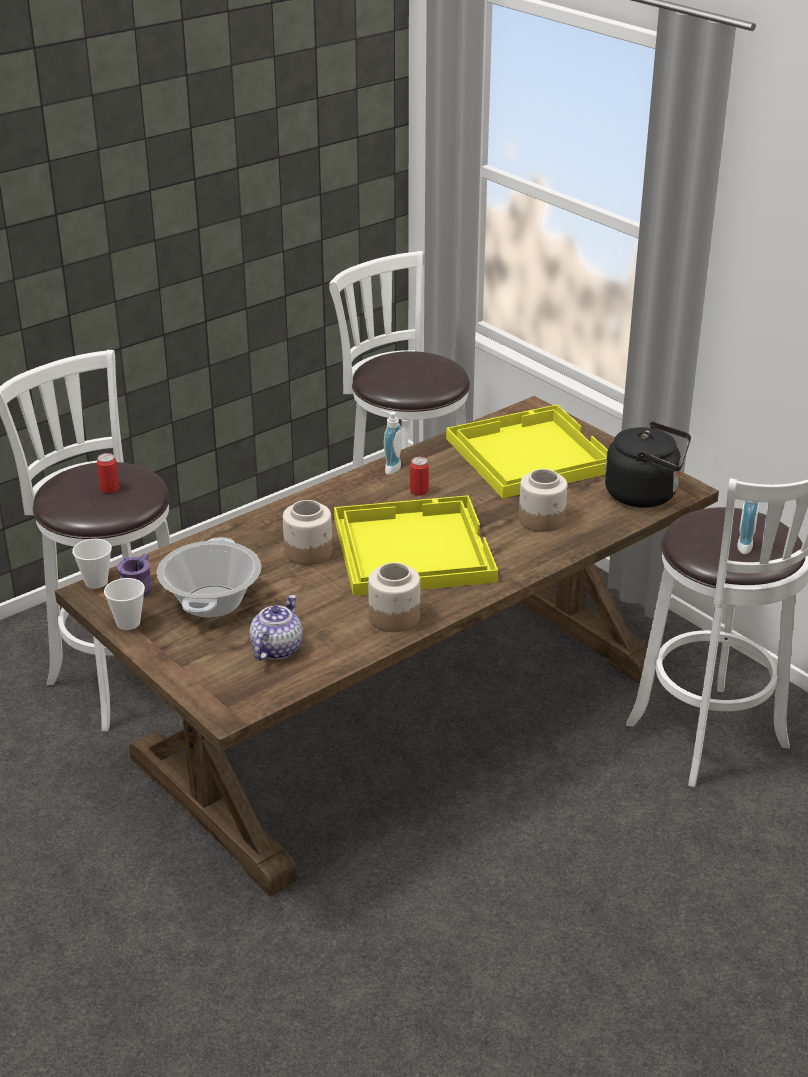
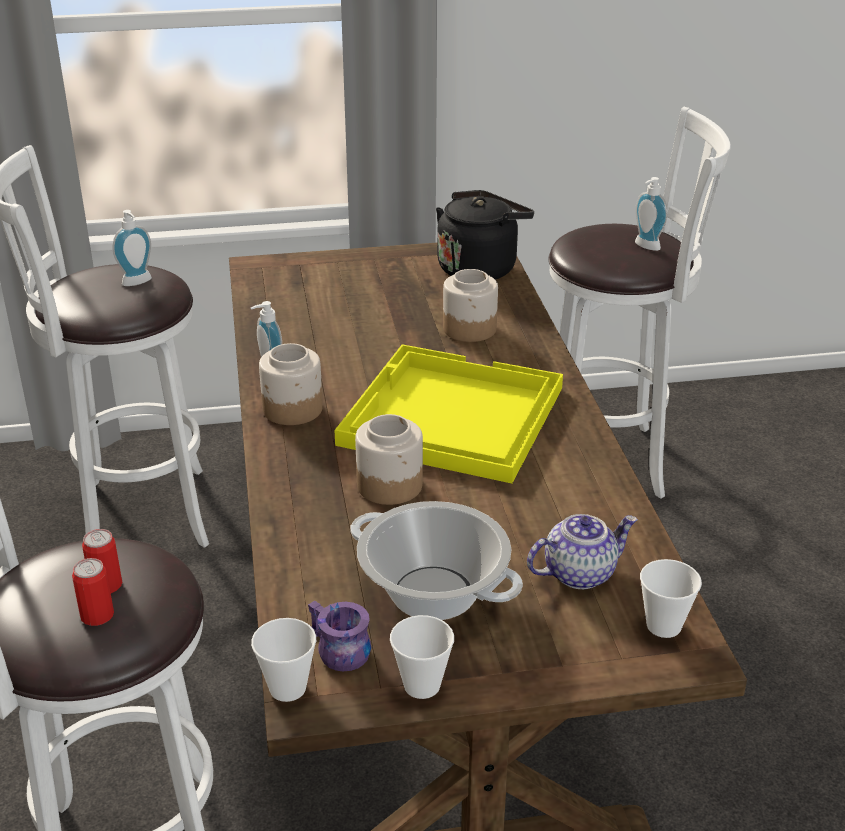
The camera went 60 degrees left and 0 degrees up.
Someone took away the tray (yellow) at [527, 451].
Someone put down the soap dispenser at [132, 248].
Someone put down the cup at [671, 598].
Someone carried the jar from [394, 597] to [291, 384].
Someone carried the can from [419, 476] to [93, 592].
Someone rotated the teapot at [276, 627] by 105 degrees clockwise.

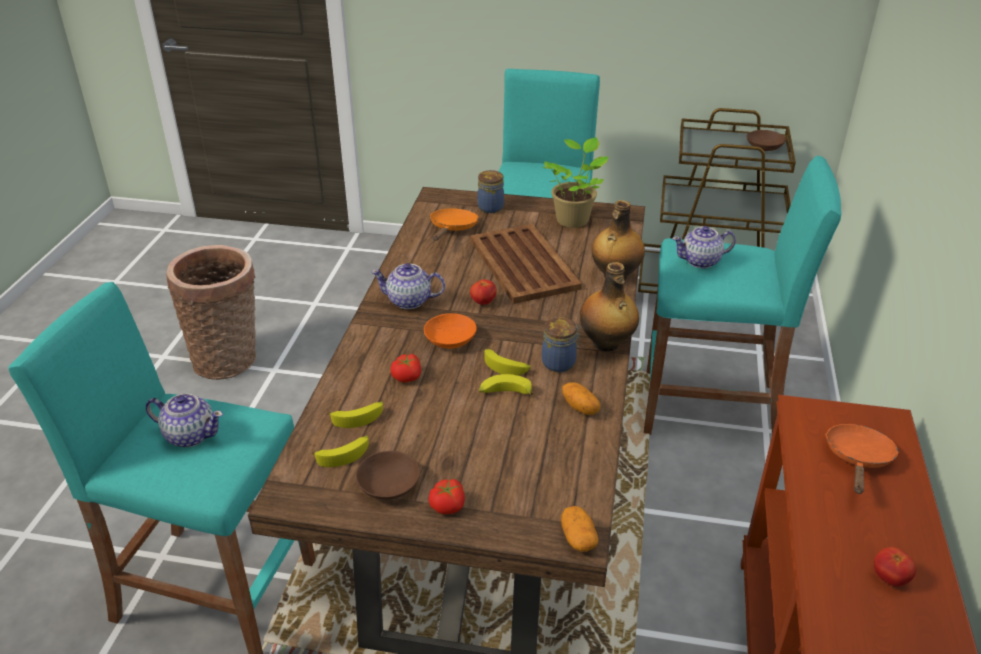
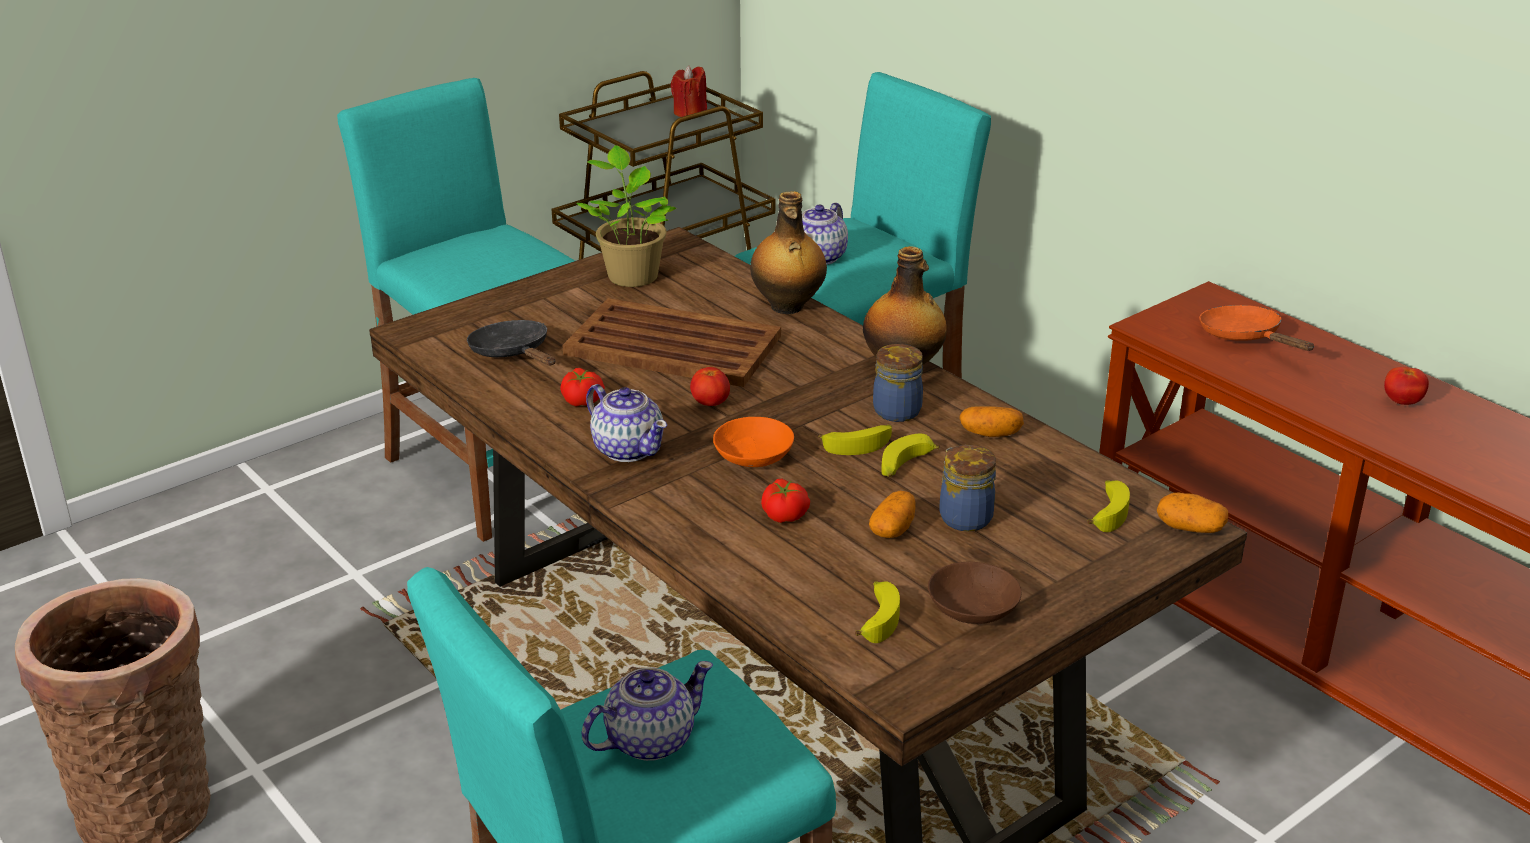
The camera went 50 degrees left and 5 degrees down.
Someone put down the potato at [892, 514].
Someone carried the banana from [355, 414] to [1109, 506].
Someone carried the tomato from [447, 496] to [582, 387].
Someone carried the jar from [490, 191] to [967, 488].
Someone swapped the bowl (brown) at [766, 140] for the candle (red) at [689, 91].
Someone repainted the frying pan (orange) at [454, 224], which became the frying pan (black) at [511, 342].
Someone rotated the teapot at [408, 286] by 90 degrees counterclockwise.

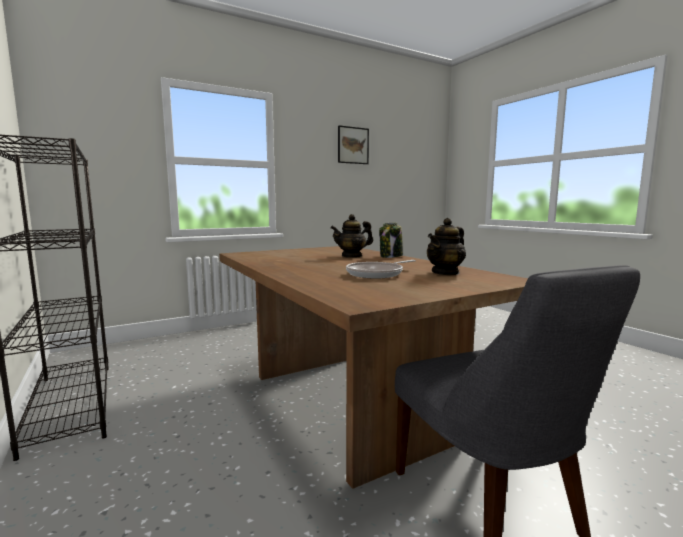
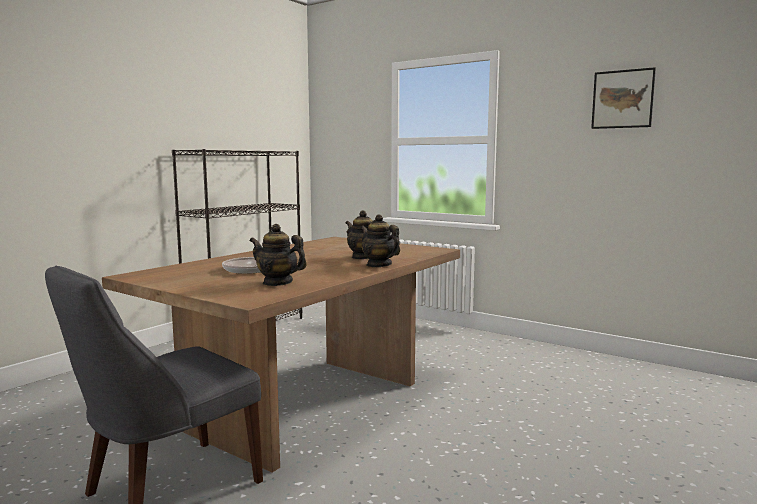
The camera went 65 degrees right and 0 degrees up.
Someone swapped the jar at [391, 240] for the teapot at [380, 240].

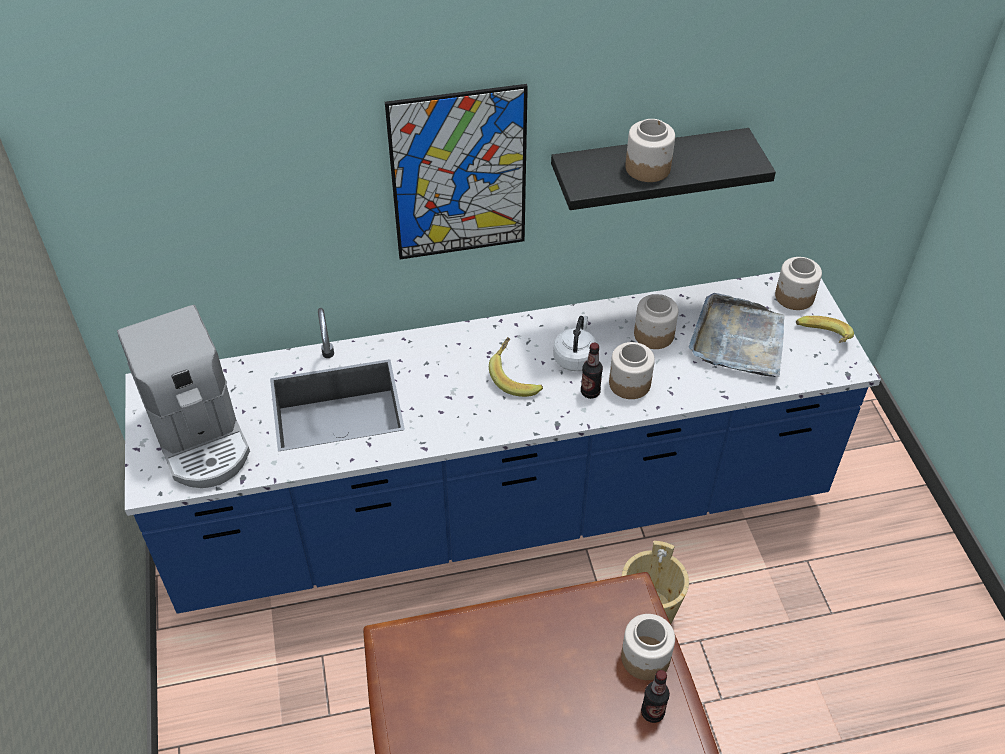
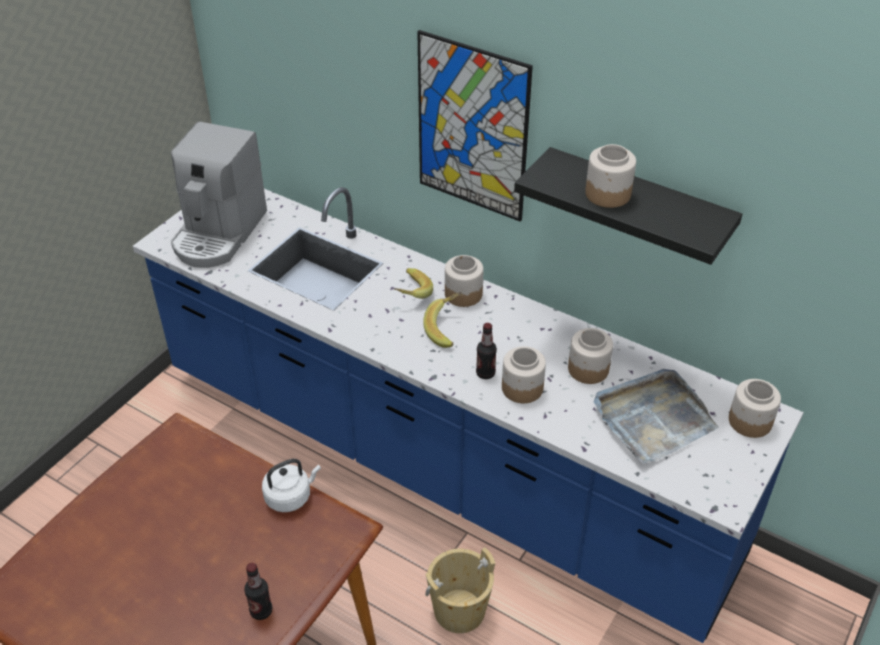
The camera went 45 degrees right and 5 degrees down.
Someone carried the kettle (white) from [575, 343] to [291, 485].
Someone carried the jar from [648, 647] to [464, 281].
Someone carried the banana from [825, 329] to [413, 283].

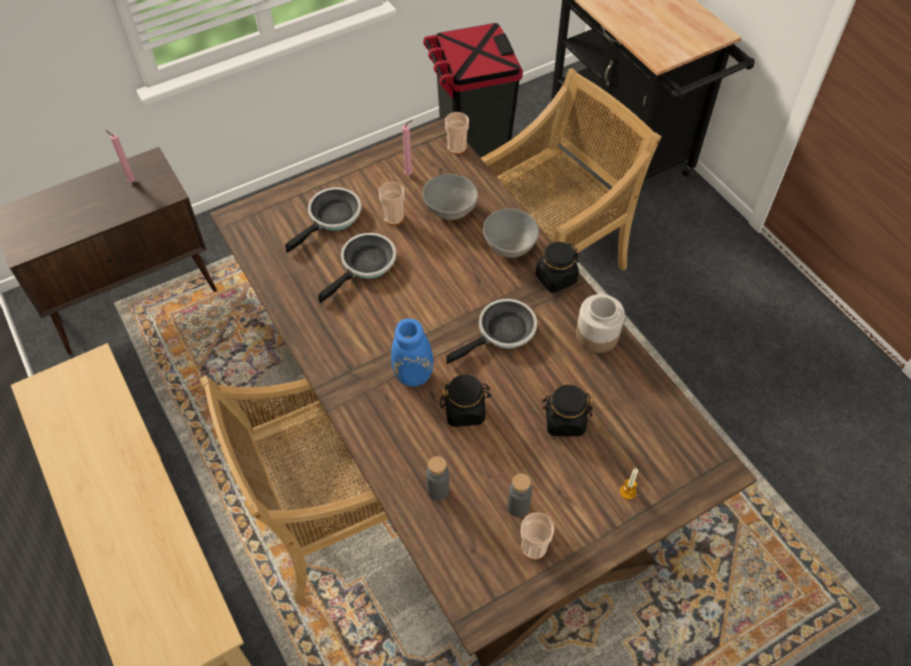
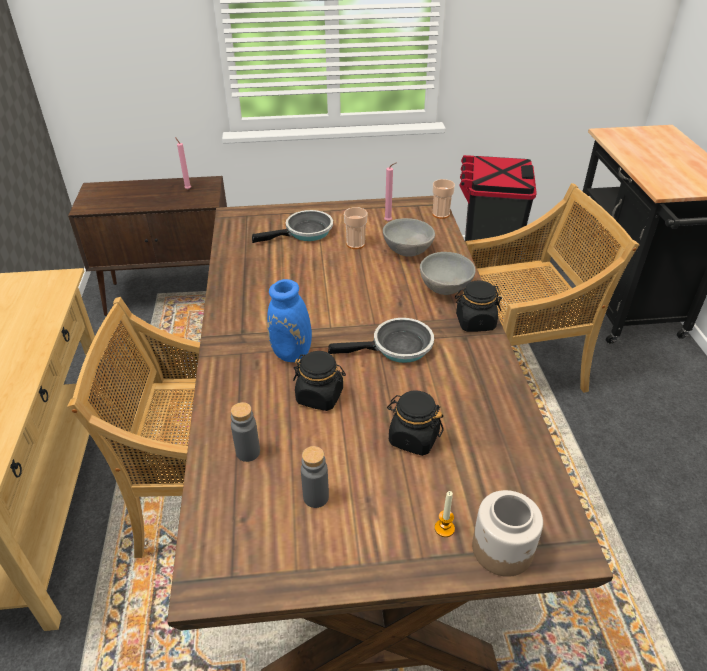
The camera went 25 degrees right and 15 degrees down.
Someone took away the frying pan at [357, 268].
Someone took away the cup at [537, 536].
Someone carried the jar from [600, 323] to [507, 533].

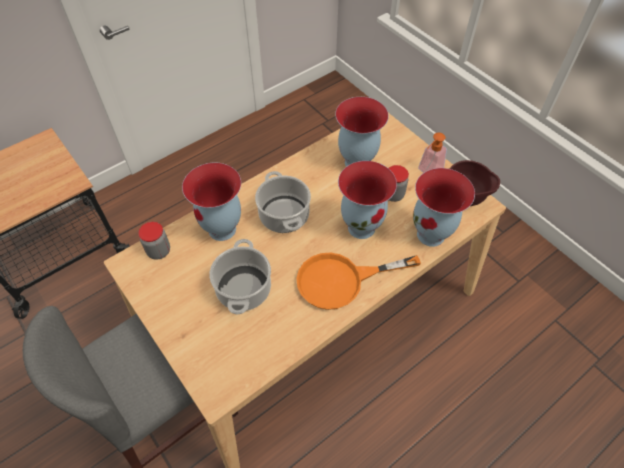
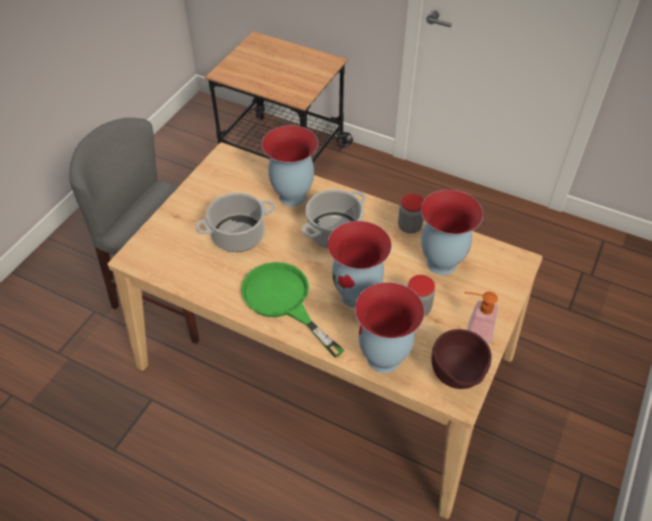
The camera went 65 degrees right and 5 degrees down.
Someone carried the jar from [154, 241] to [411, 214].
Someone repainted the frying pan (orange) at [358, 281], which became the frying pan (green) at [293, 310].

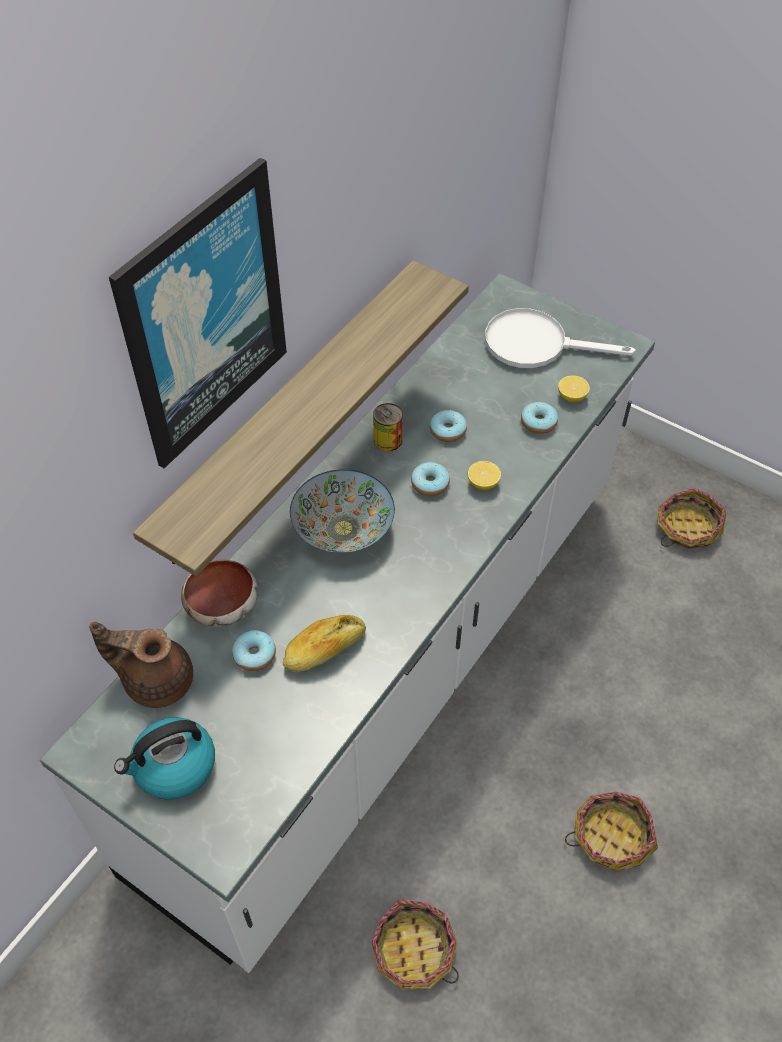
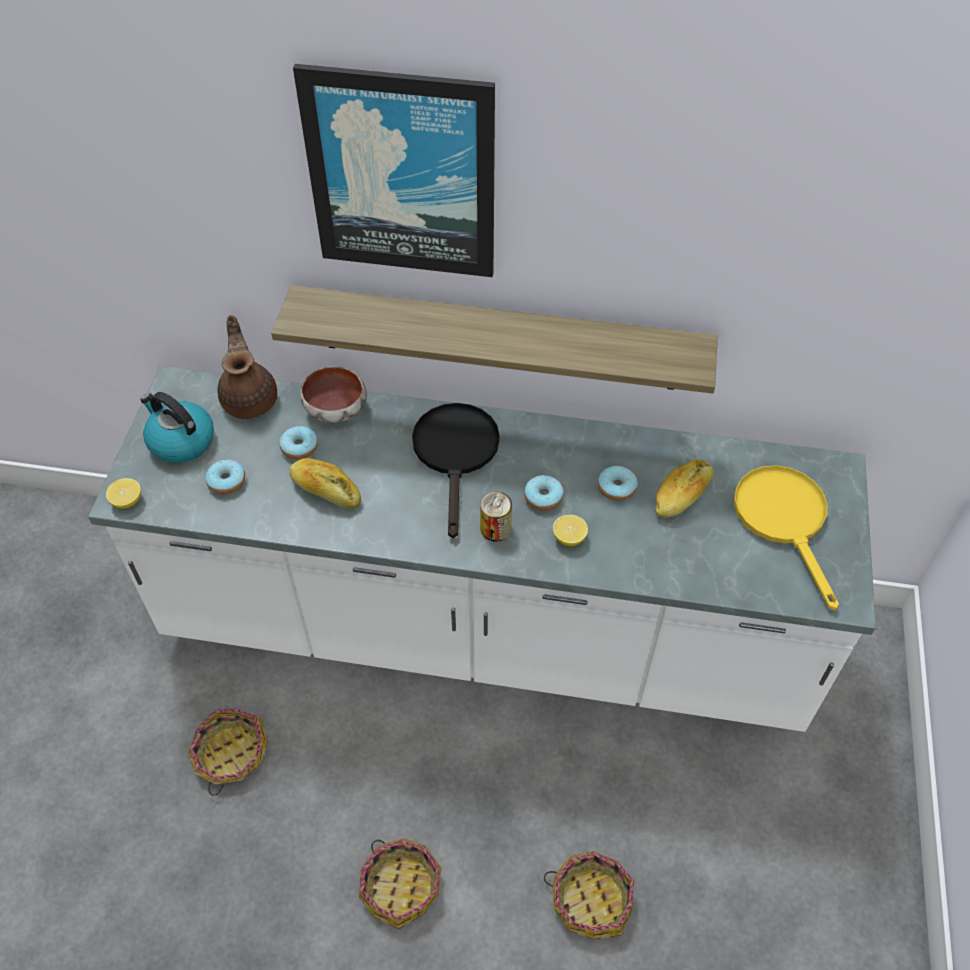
The camera went 65 degrees right and 0 degrees up.
Someone put down the bread at [684, 488].
Someone carried the can from [388, 427] to [496, 517].
Someone carried the donut from [539, 418] to [225, 477].
Someone carried the lemon from [574, 388] to [123, 493].
Someone carried the basket from [691, 518] to [589, 895].
Someone swapped the bowl at [342, 511] for the frying pan (black) at [456, 470].
Someone repainted the frying pan (white) at [560, 338], which became the frying pan (yellow) at [786, 537].

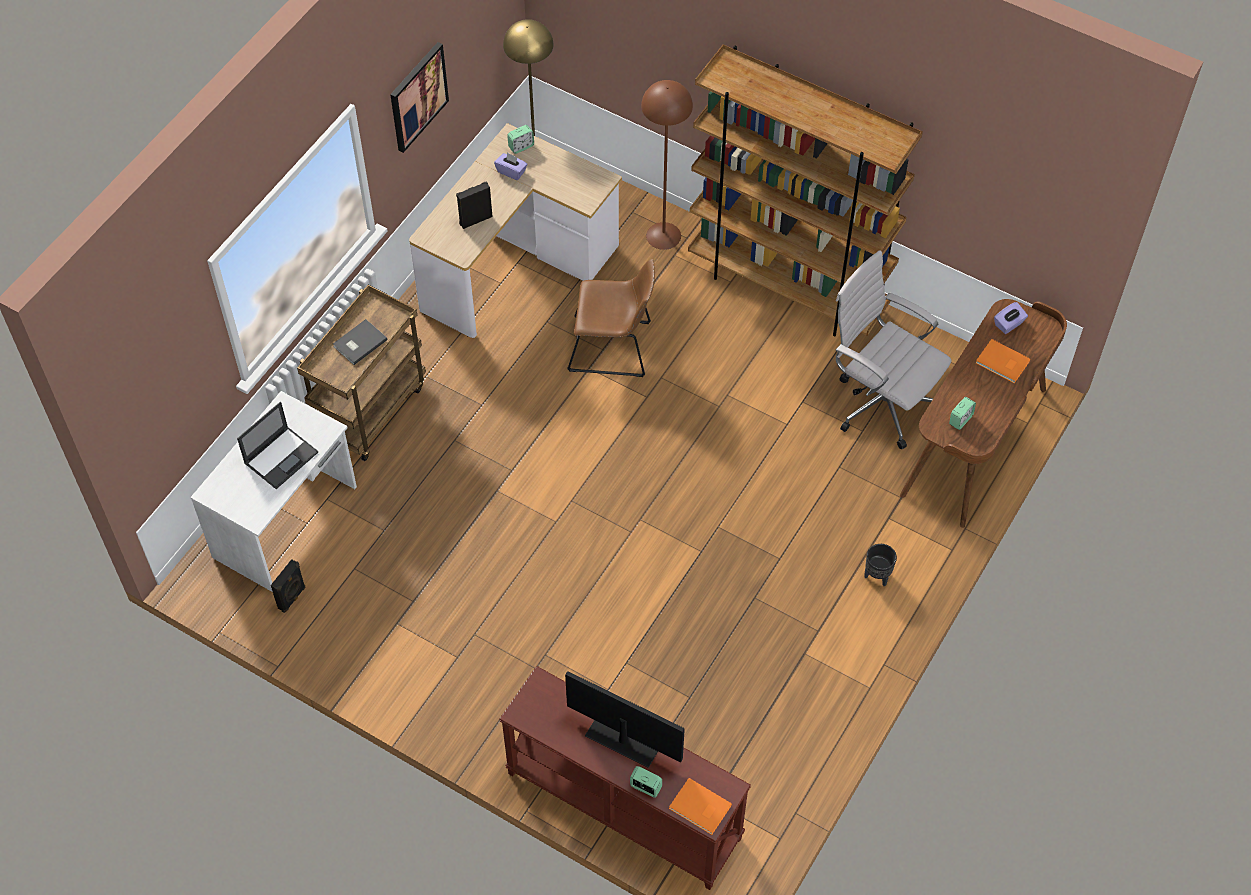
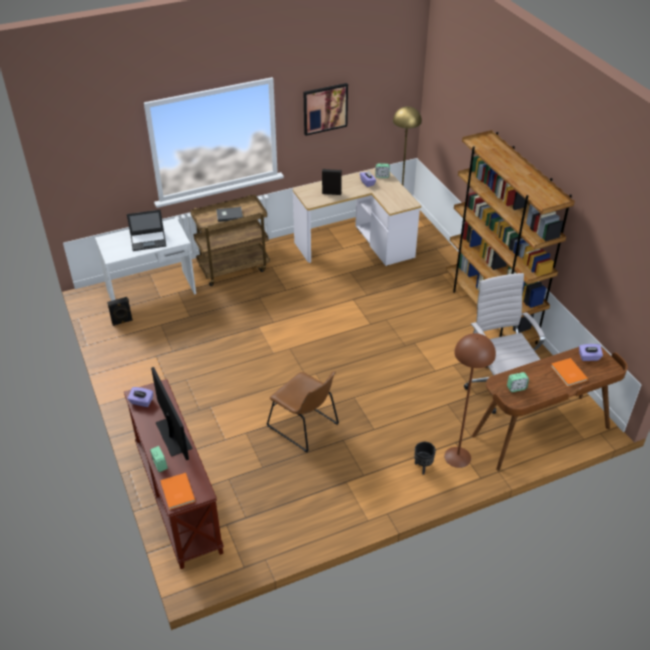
The camera went 35 degrees right and 15 degrees down.
Someone put down the tissue box (purple) at [140, 397].
Someone carried the chair (brown) from [611, 318] to [303, 412].
Someone carried the floor lamp (brown) from [667, 165] to [470, 400].

